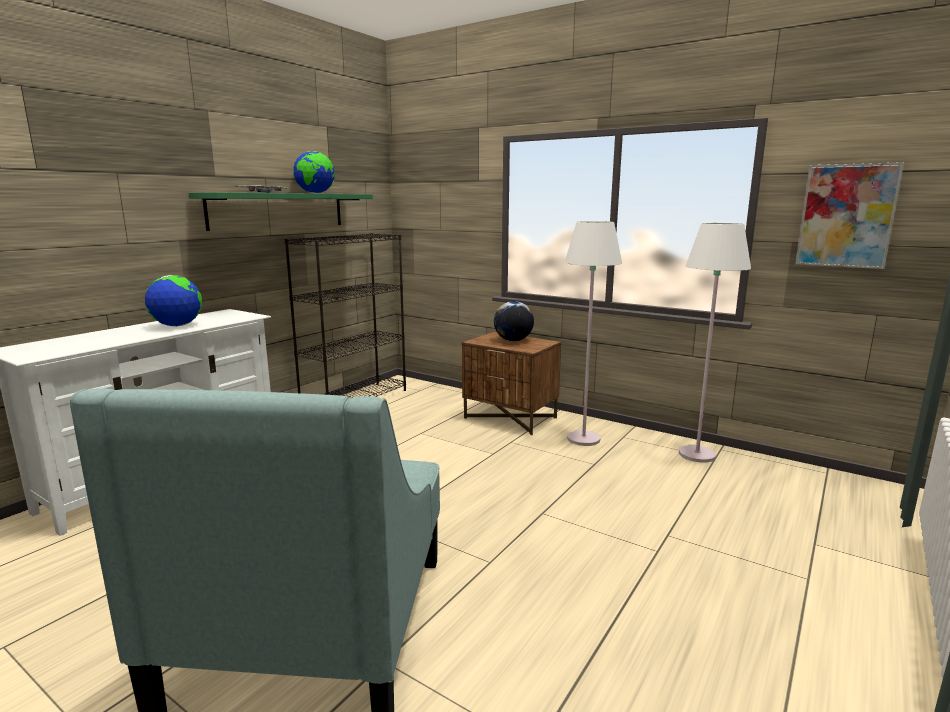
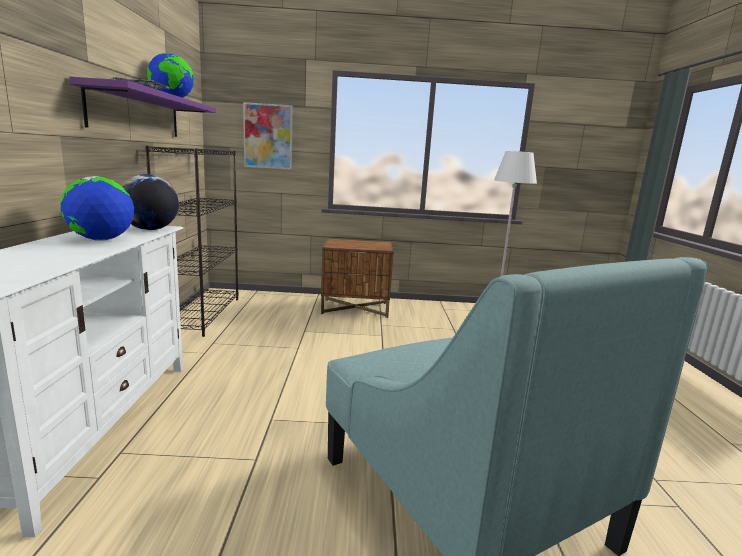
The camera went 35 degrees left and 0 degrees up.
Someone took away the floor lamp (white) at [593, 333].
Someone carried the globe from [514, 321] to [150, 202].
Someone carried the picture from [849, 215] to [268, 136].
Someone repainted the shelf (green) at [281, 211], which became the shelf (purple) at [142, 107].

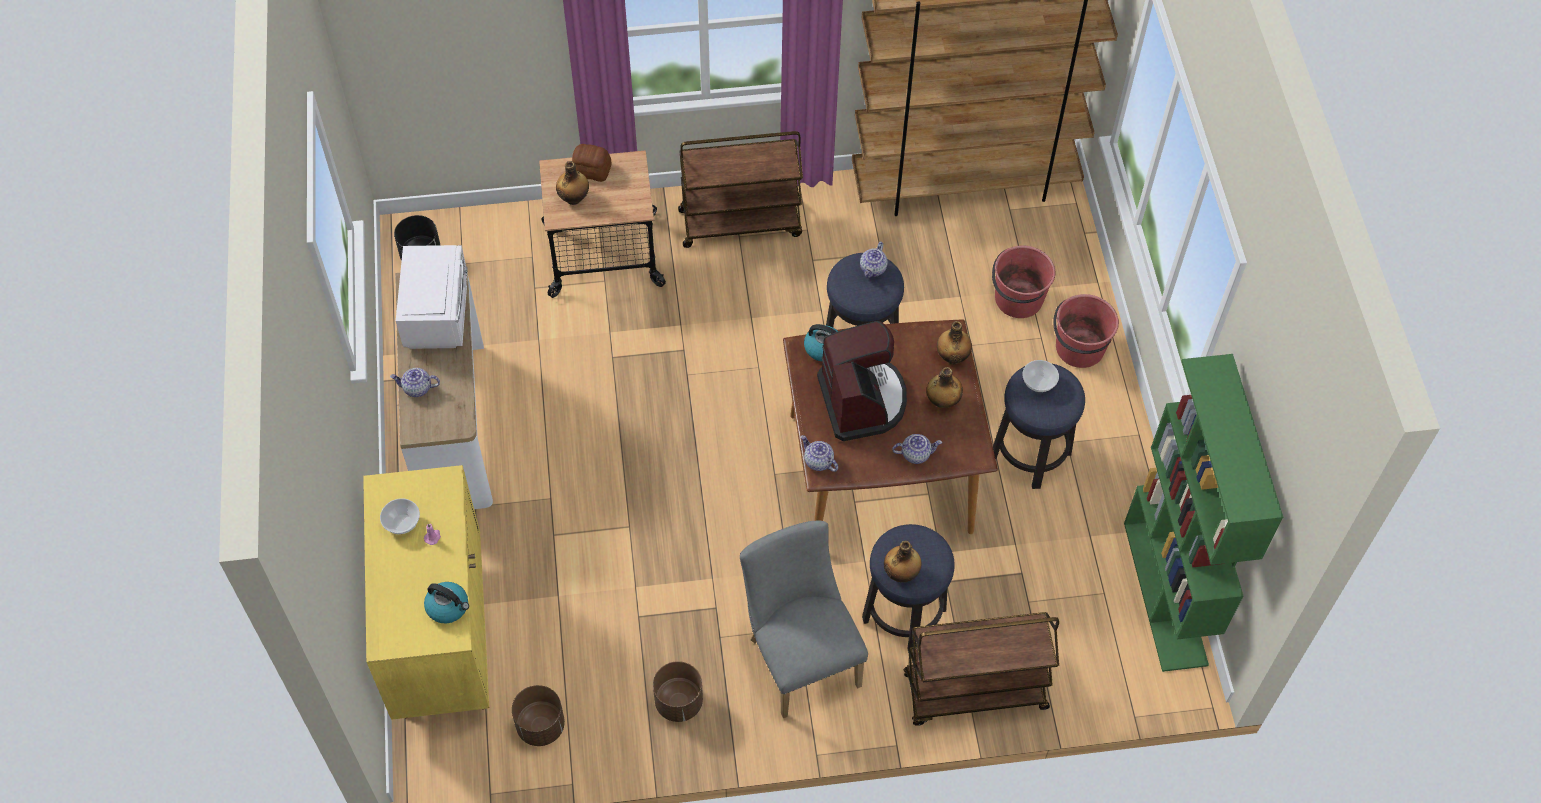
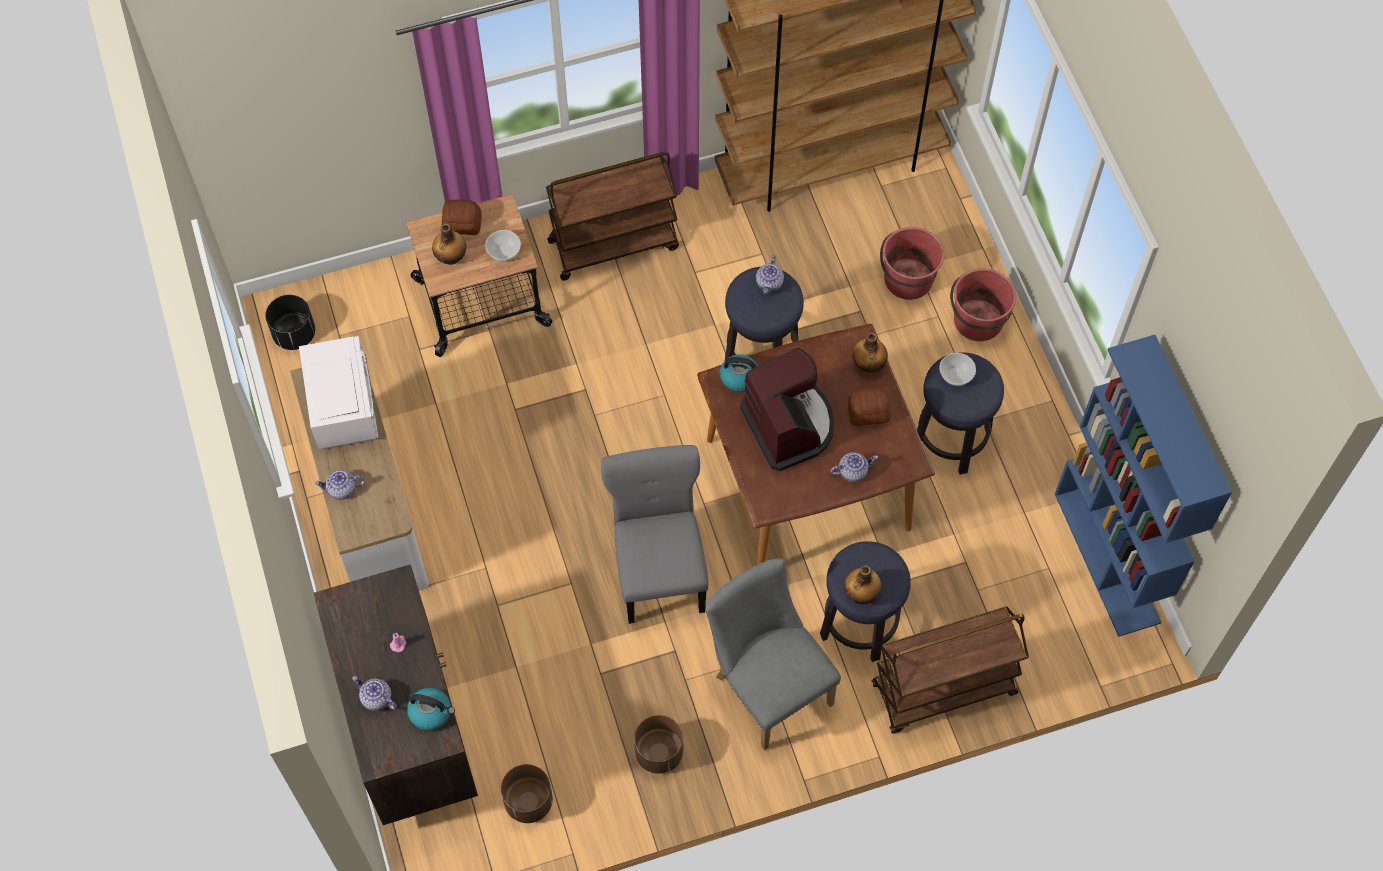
The camera went 10 degrees left and 5 degrees up.
Someone put down the chair (grey) at [654, 534].
Someone carried the bowl from [400, 516] to [503, 245].
Someone carried the teapot from [819, 453] to [374, 693].
Someone swapped the bottle at [944, 387] for the bread at [869, 407].
Someone repainted the cabinet (yellow) at [426, 592], which became the cabinet (brown) at [395, 694].
Someone repainted the bookcase (green) at [1203, 513], which became the bookcase (blue) at [1143, 486].

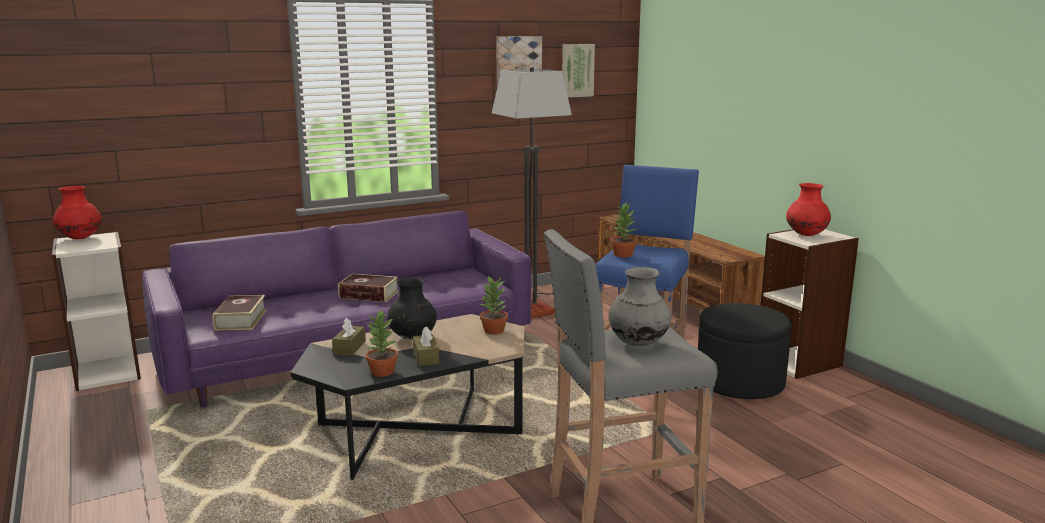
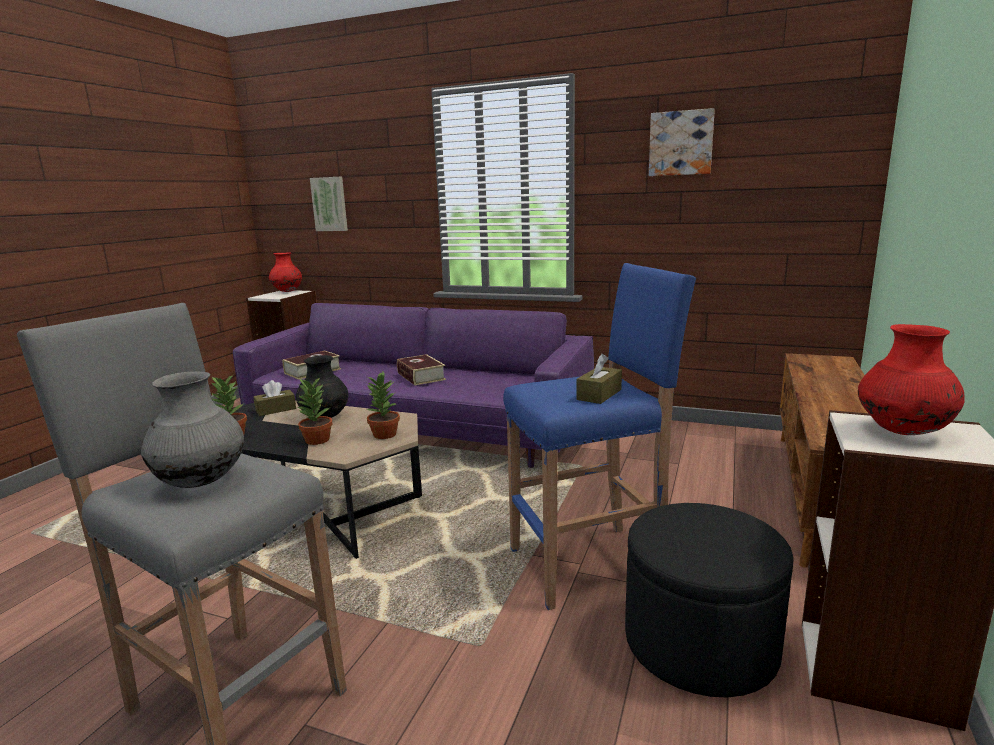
The camera went 50 degrees right and 0 degrees up.
Someone took away the floor lamp at [532, 192].
Someone carried the tissue box (brown) from [426, 346] to [599, 379].
Someone carried the picture from [578, 71] to [329, 204].
Someone carried the potted plant from [623, 230] to [314, 411].

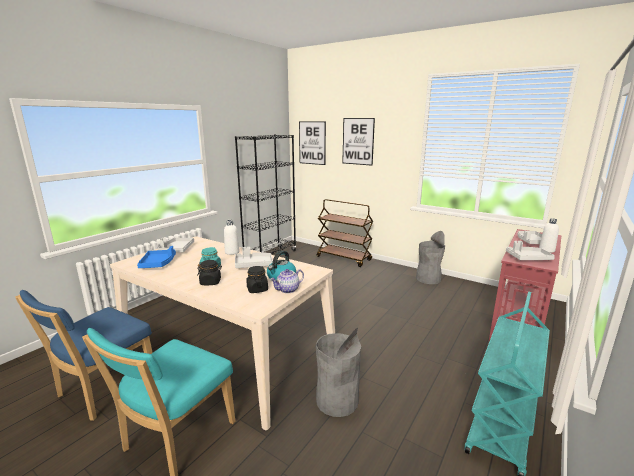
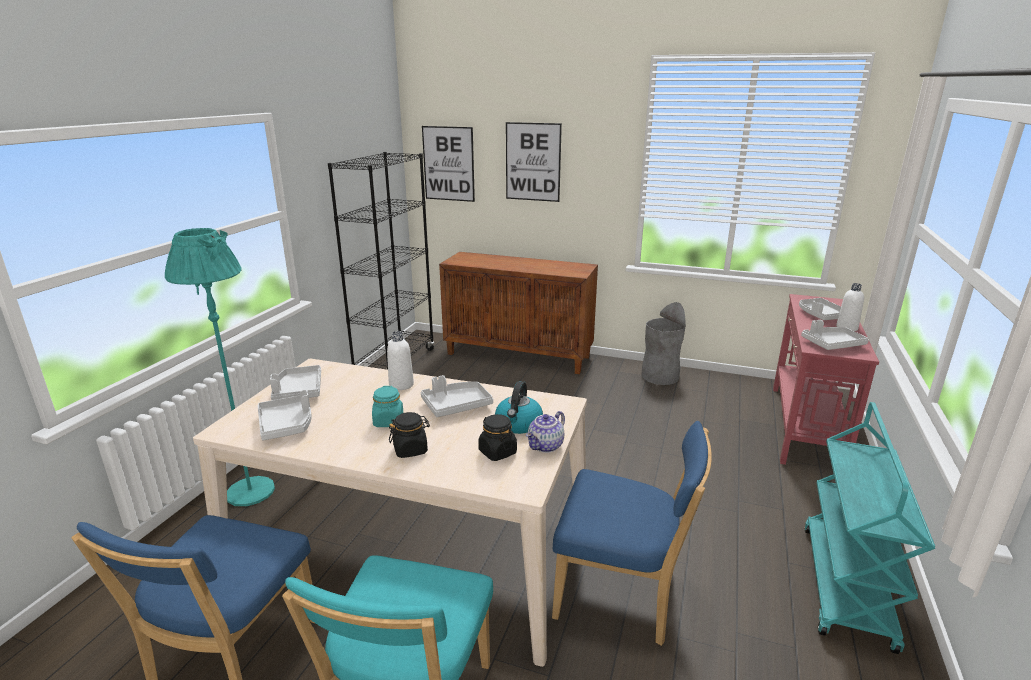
The camera went 15 degrees left and 5 degrees up.
Someone put down the floor lamp (turquoise) at [220, 367].
Someone swapped the cart (brown) at [344, 233] for the cabinet (brown) at [518, 313].
Someone swapped the trash can (grey) at [338, 372] for the chair (blue) at [632, 533].
Someone repainted the tray (blue) at [156, 257], which became the tray (grey) at [285, 414].

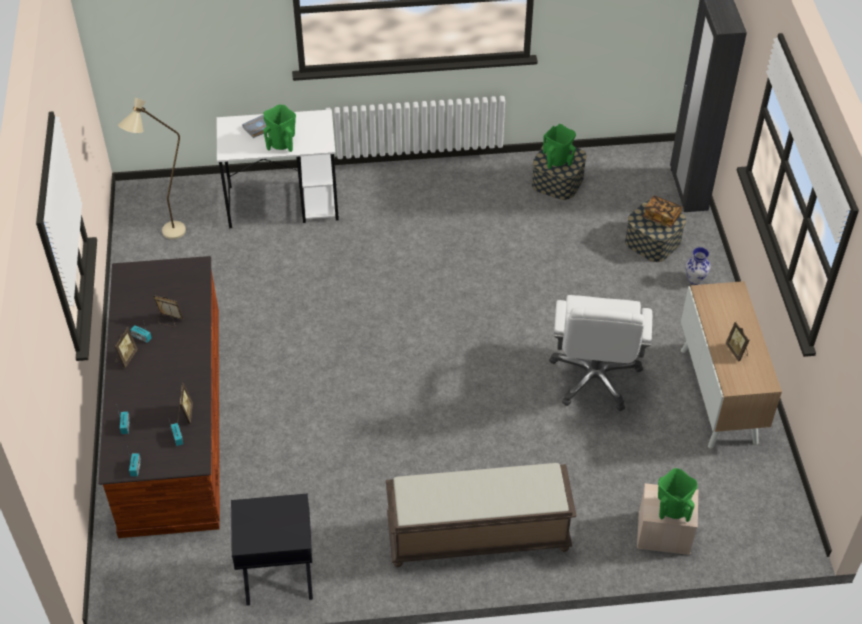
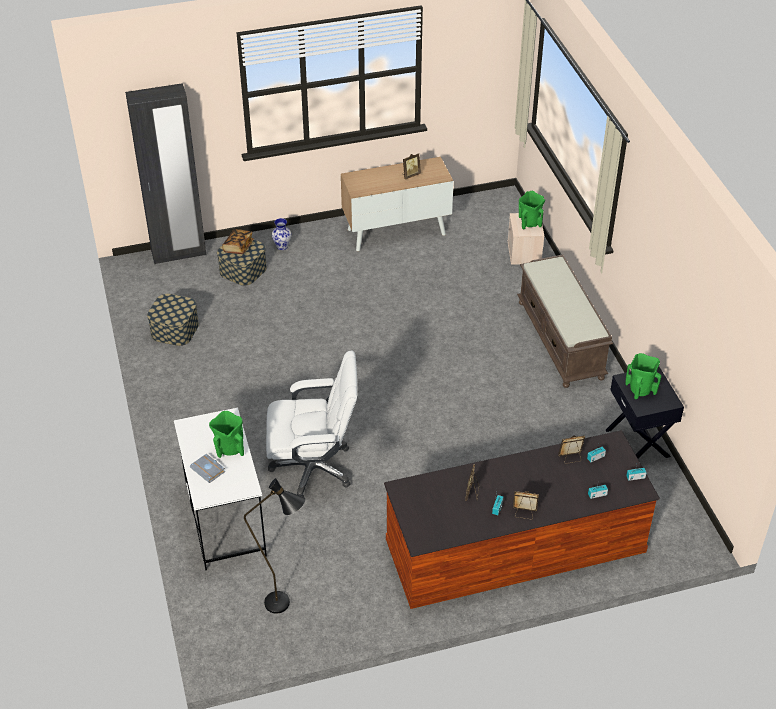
The camera went 100 degrees left and 5 degrees down.
Someone carried the vase (green) from [559, 146] to [643, 376].
Someone carried the office chair (white) from [600, 353] to [311, 423].
Someone repainted the floor lamp (beige) at [152, 168], which became the floor lamp (black) at [274, 546].

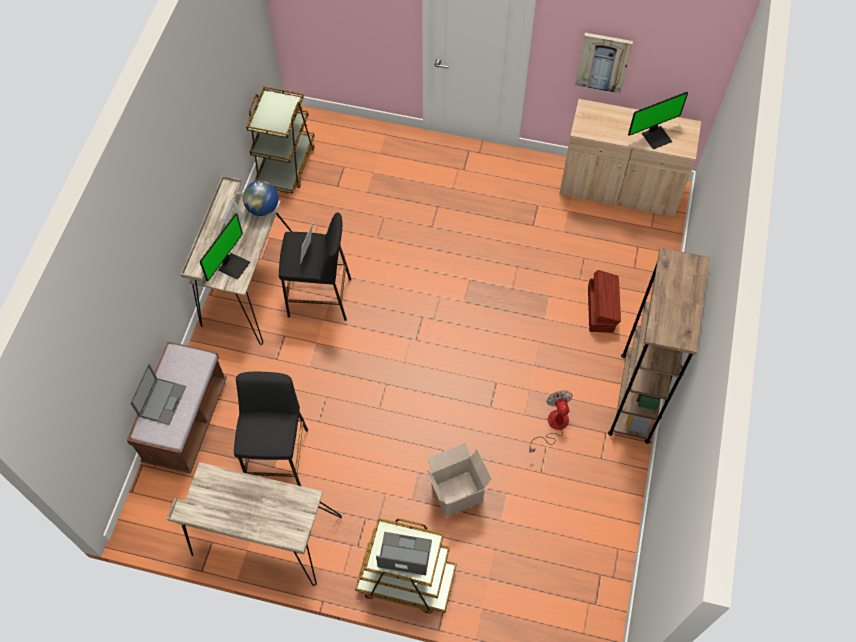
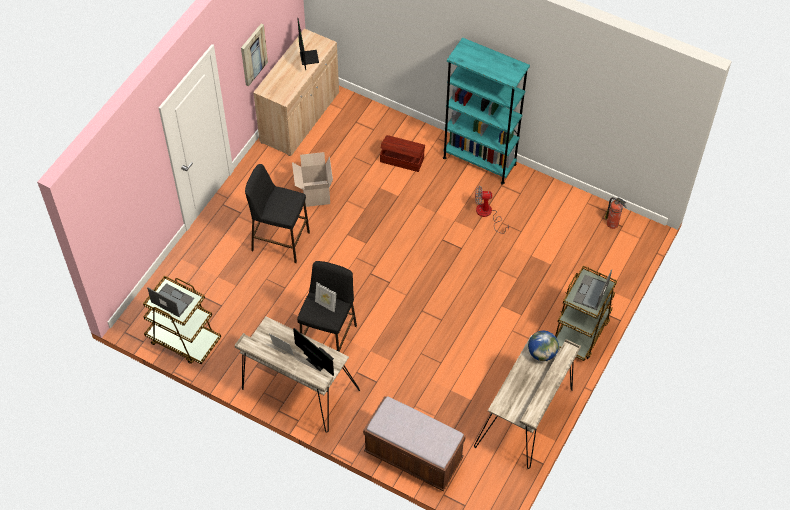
The camera went 75 degrees left and 5 degrees down.
Someone put down the fire extinguisher at [616, 213].
Someone carried the laptop from [158, 394] to [170, 300].
Someone carried the stool (black) from [271, 429] to [277, 213].
Someone carried the globe from [261, 198] to [543, 346].
Someone carried the cardboard box from [459, 479] to [312, 179].
Someone repainted the bookcase (brown) at [658, 346], which became the bookcase (turquoise) at [486, 111].

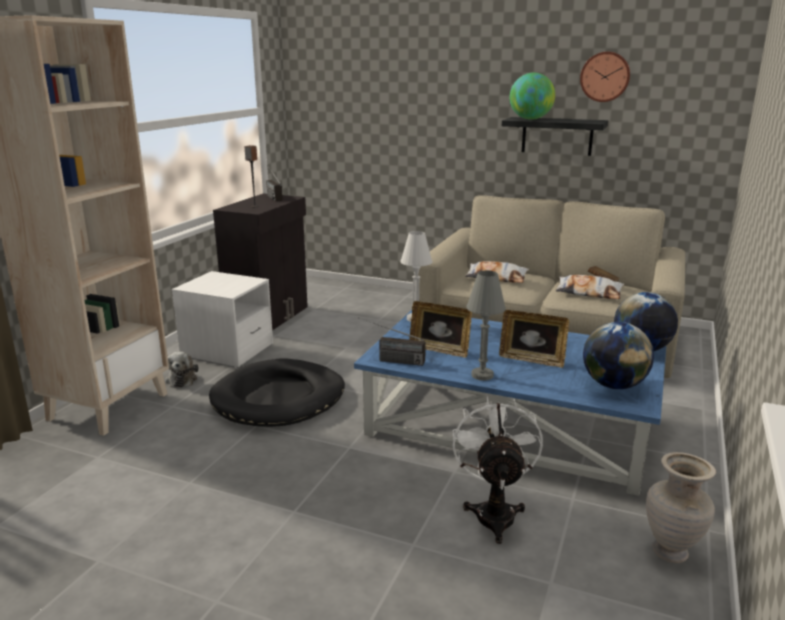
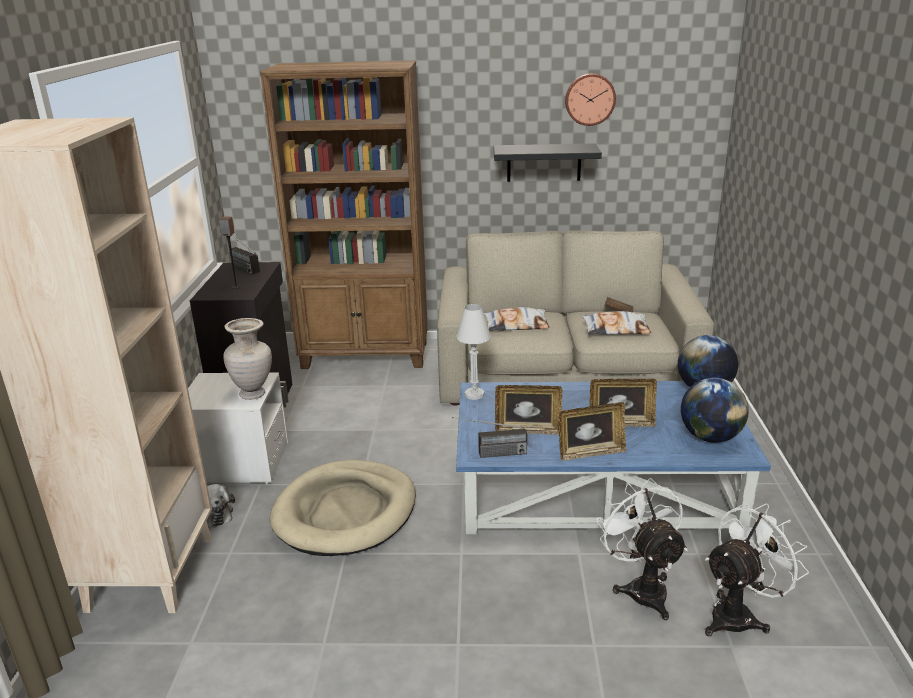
The camera went 20 degrees left and 5 degrees up.
Someone took away the globe at [532, 96].
Someone put down the bookcase (brown) at [344, 214].
Someone put down the fan (white) at [757, 569].
Someone carried the vase (beige) from [681, 507] to [247, 359].
Someone swapped the table lamp (grey) at [486, 325] for the picture frame at [592, 431].
Someone repainted the dog bed (black) at [277, 393], which became the dog bed (beige) at [343, 508].

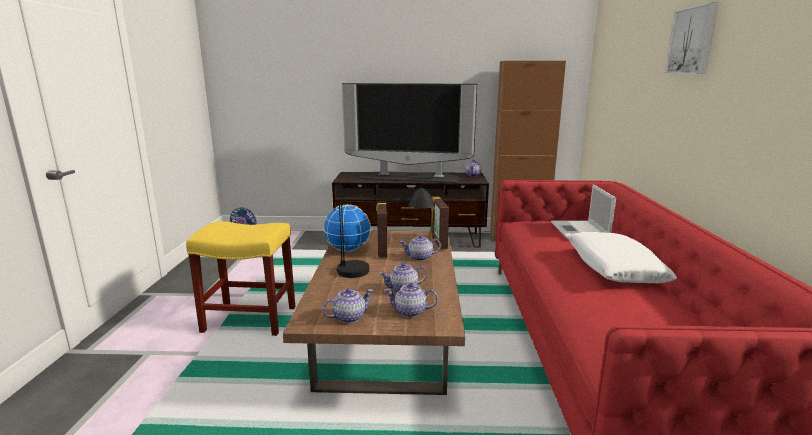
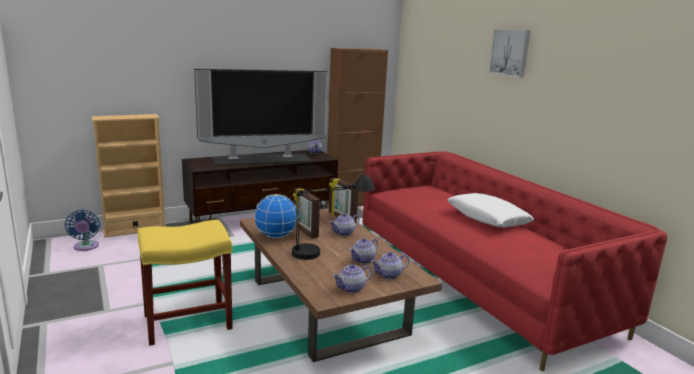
The camera went 30 degrees left and 0 degrees up.
Someone took away the laptop at [583, 212].
Someone put down the bookcase (beige) at [128, 175].
Someone rotated the teapot at [348, 305] by 150 degrees counterclockwise.

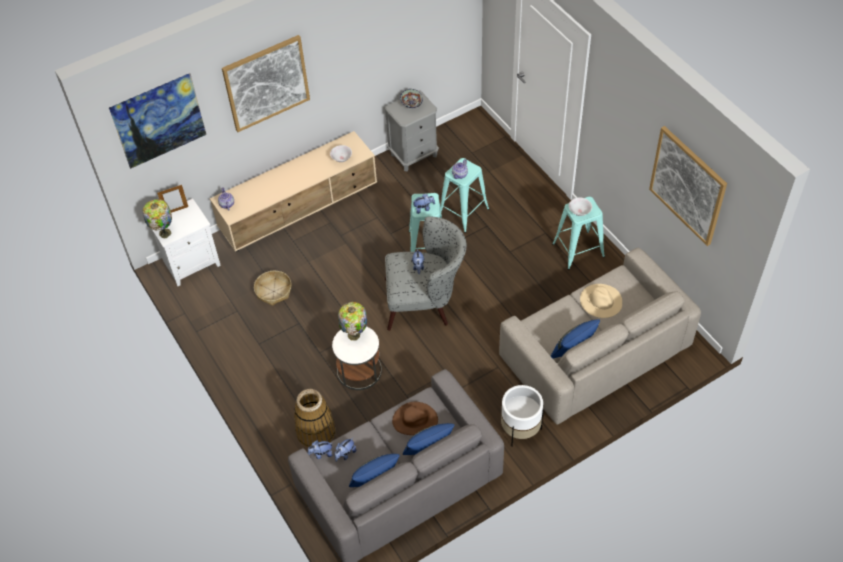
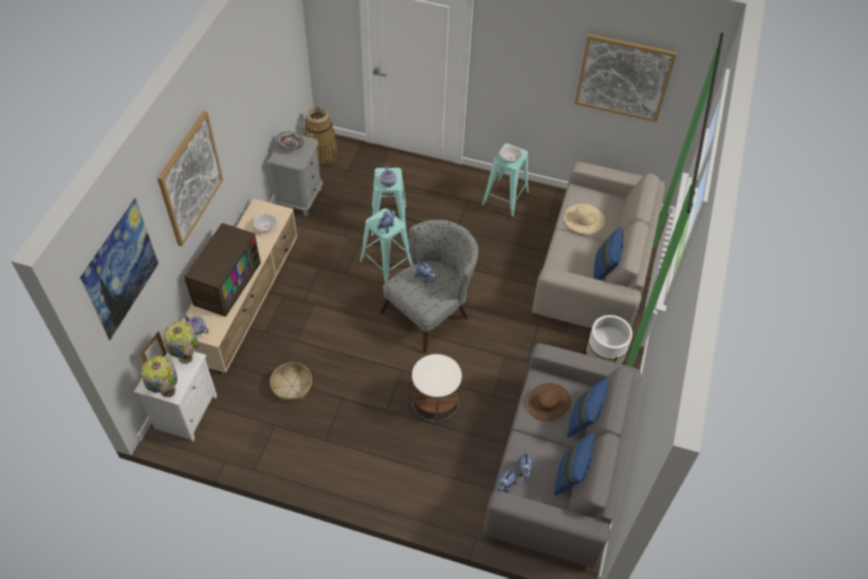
The camera went 45 degrees left and 0 degrees up.
Someone put down the television at [222, 270].
Someone carried the basket from [315, 418] to [321, 136].
Someone carried the table lamp from [352, 321] to [180, 342].

